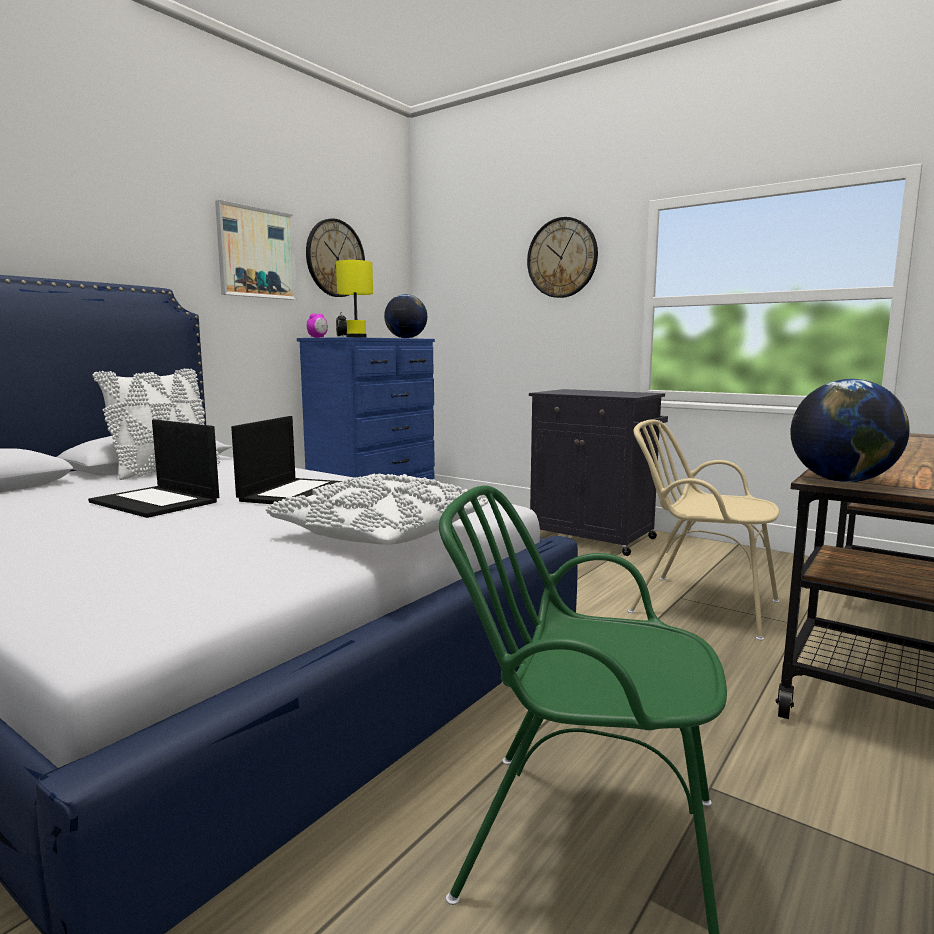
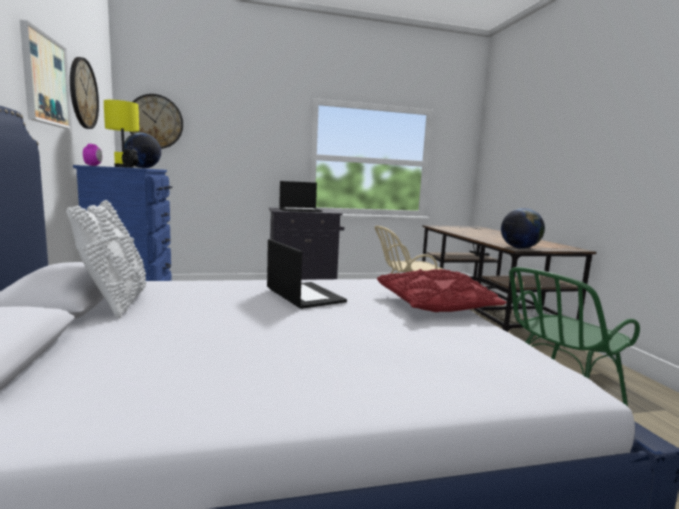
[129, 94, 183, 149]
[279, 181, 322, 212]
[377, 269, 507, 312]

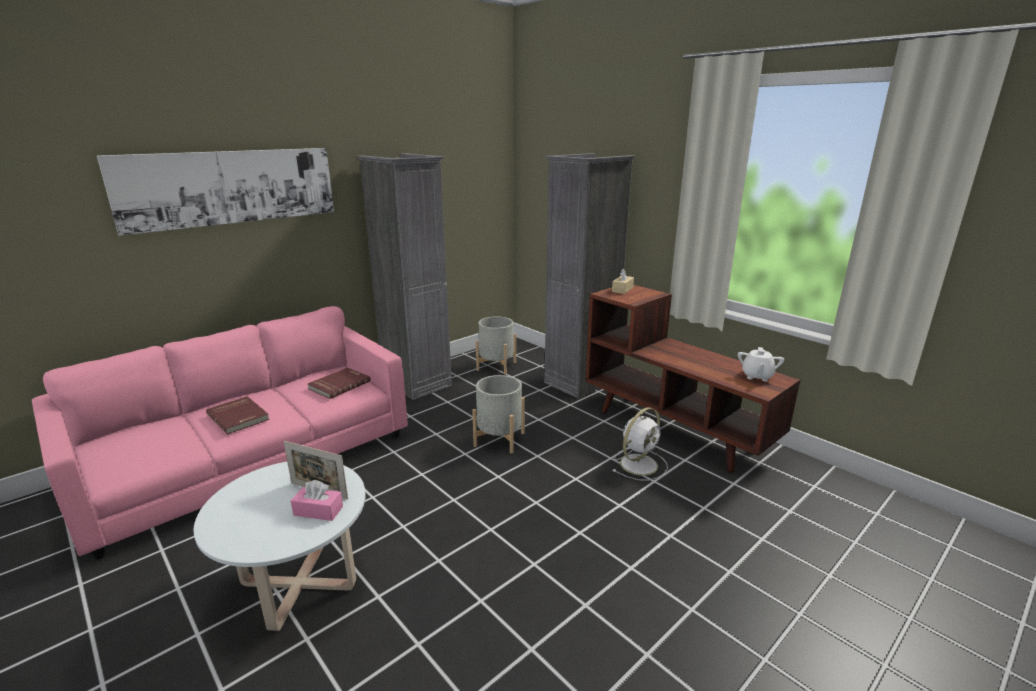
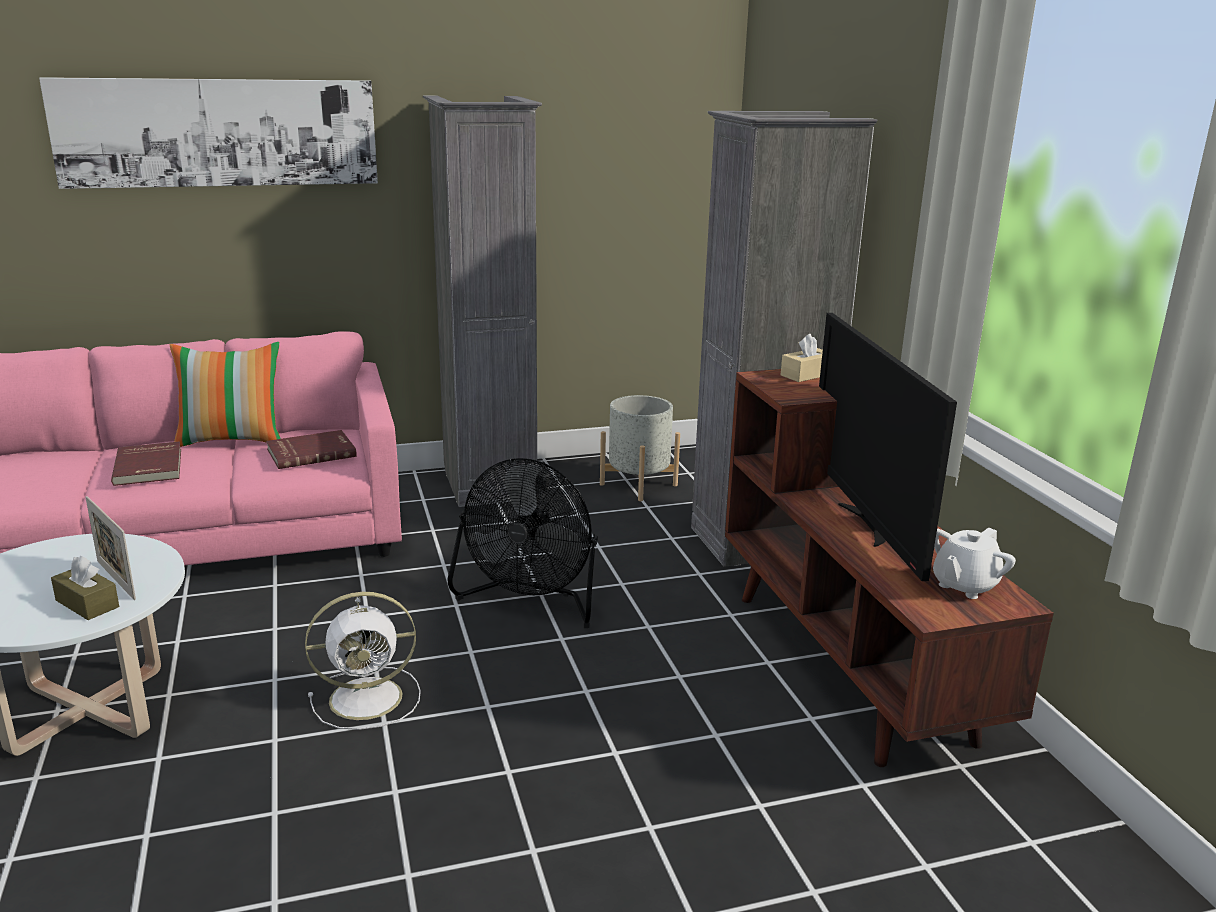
[51, 556, 119, 620]
[170, 342, 281, 447]
[305, 592, 421, 730]
[448, 458, 598, 628]
[819, 313, 957, 581]

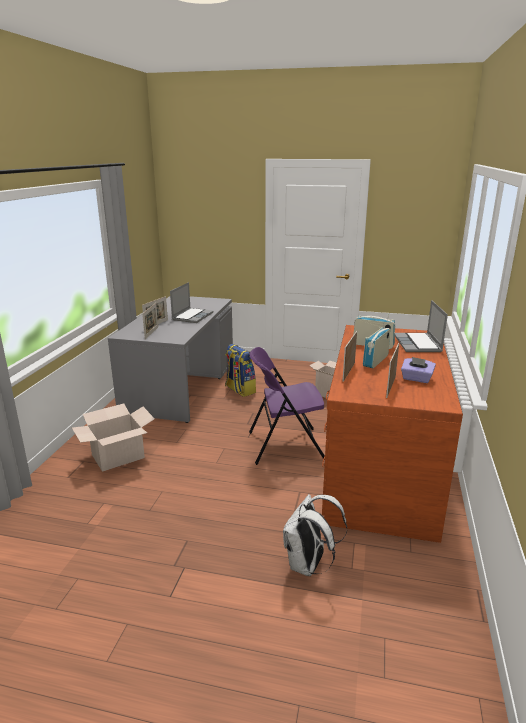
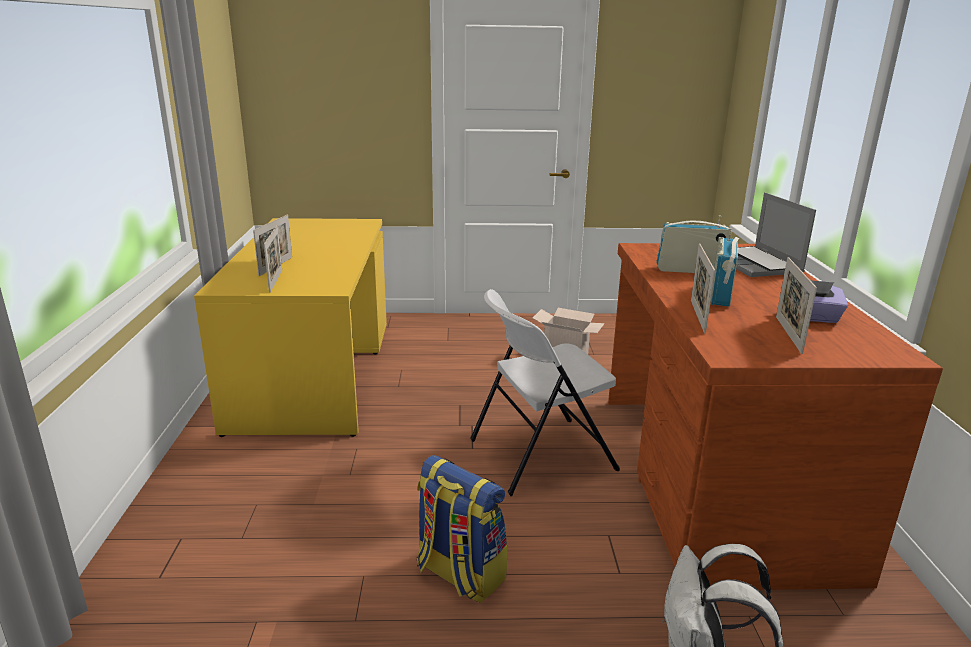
[194, 218, 387, 437]
[417, 455, 507, 603]
[470, 289, 620, 496]
[72, 404, 155, 472] (first image)
[170, 282, 214, 323] (first image)

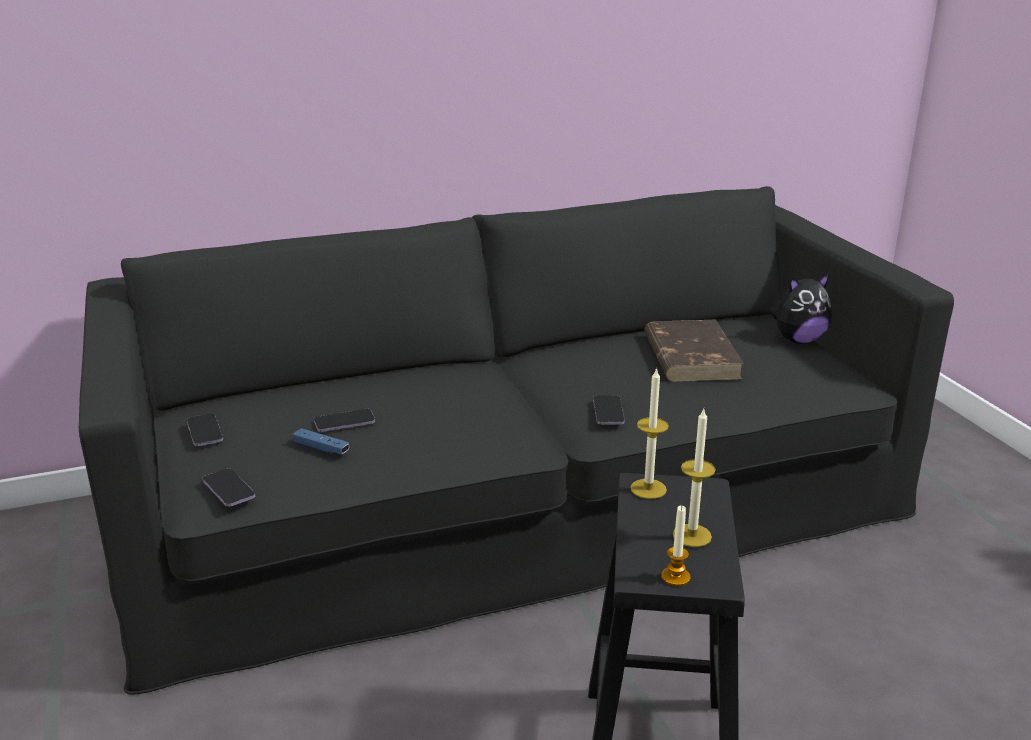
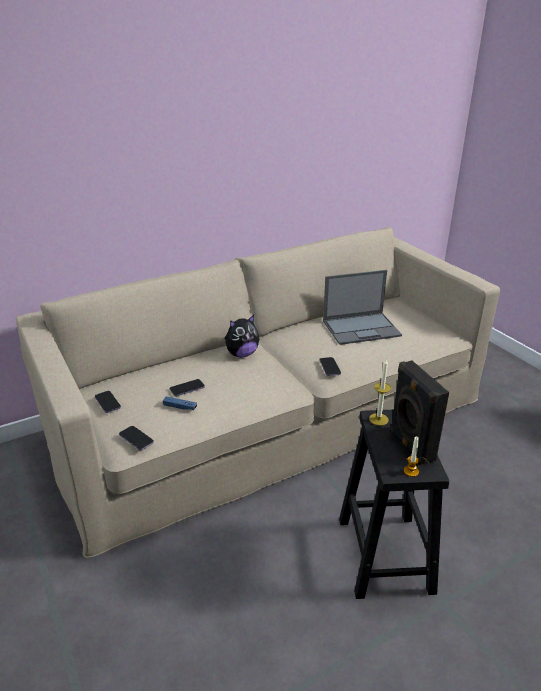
[16, 227, 500, 558]
[225, 315, 259, 357]
[323, 270, 402, 345]
[390, 361, 449, 465]

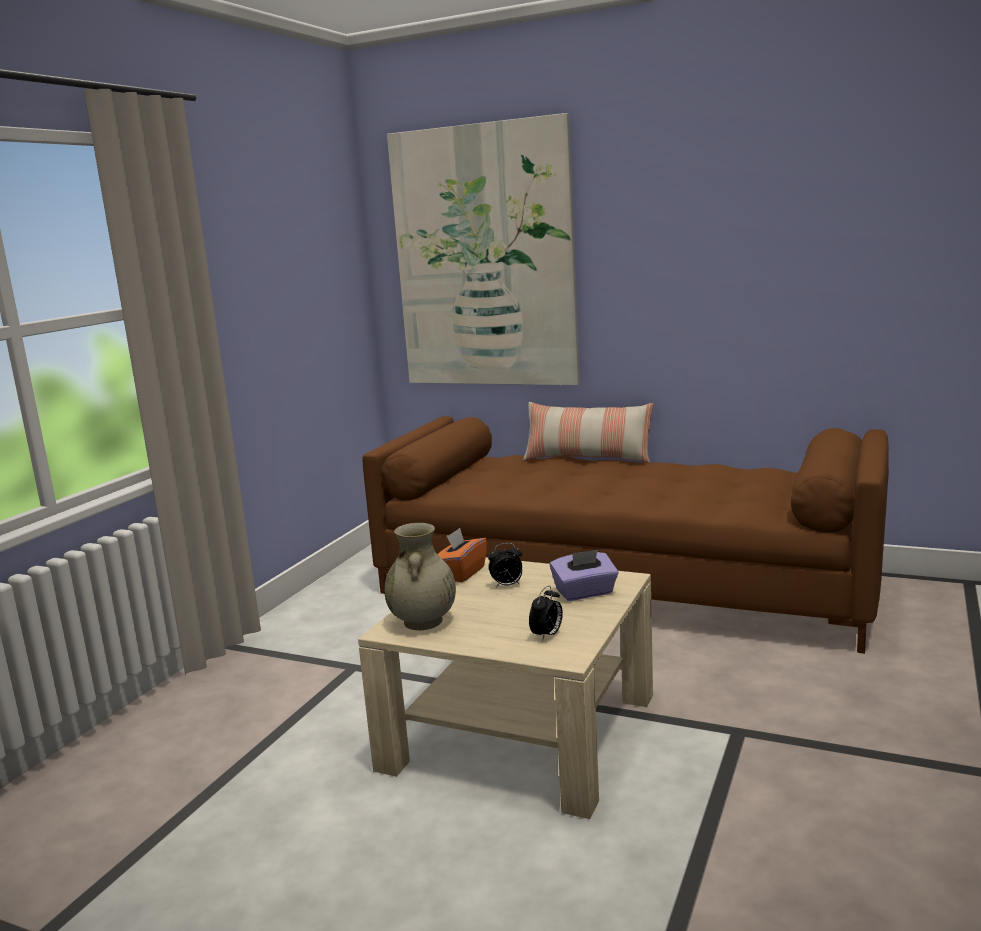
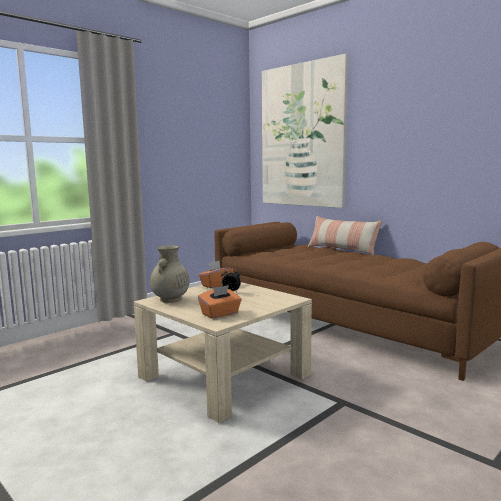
[198, 285, 242, 319]
[550, 550, 618, 601] (first image)

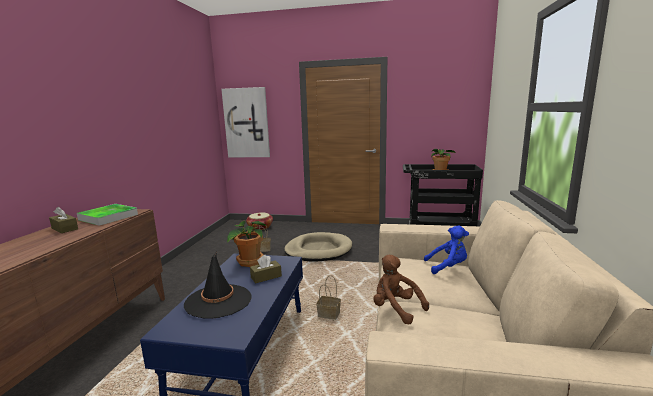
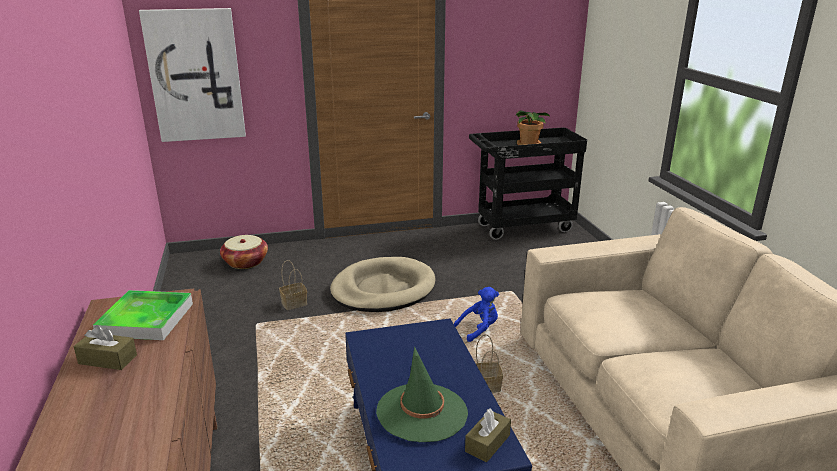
[376, 346, 468, 442]
[454, 287, 499, 342]
[465, 409, 511, 462]
[227, 220, 266, 267] (first image)
[373, 255, 429, 324] (first image)

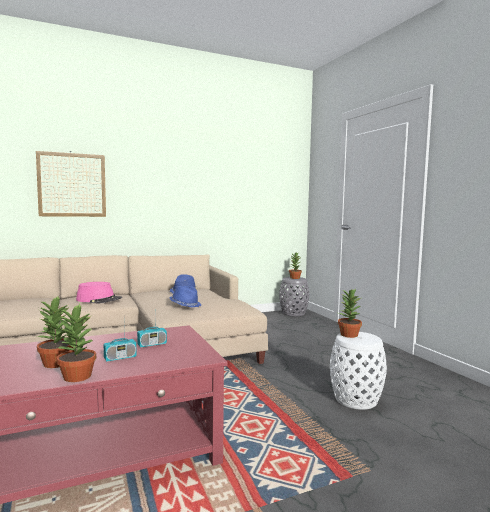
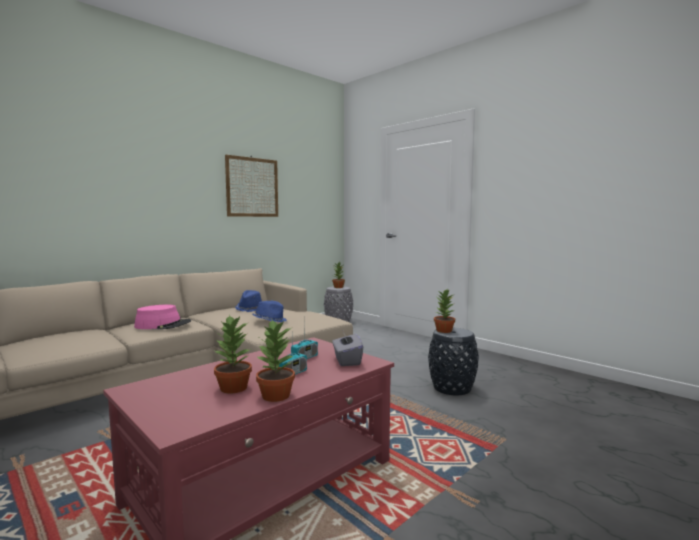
[225, 155, 278, 217]
[332, 334, 363, 366]
[428, 328, 479, 395]

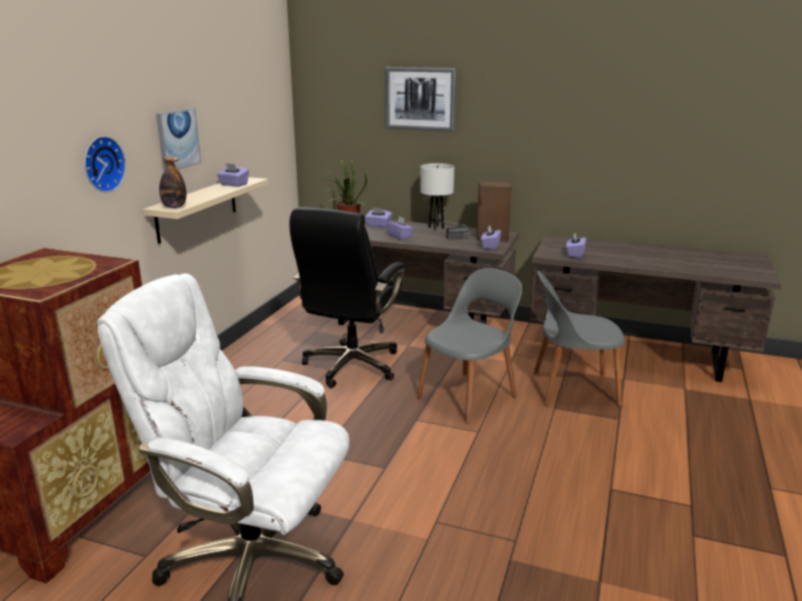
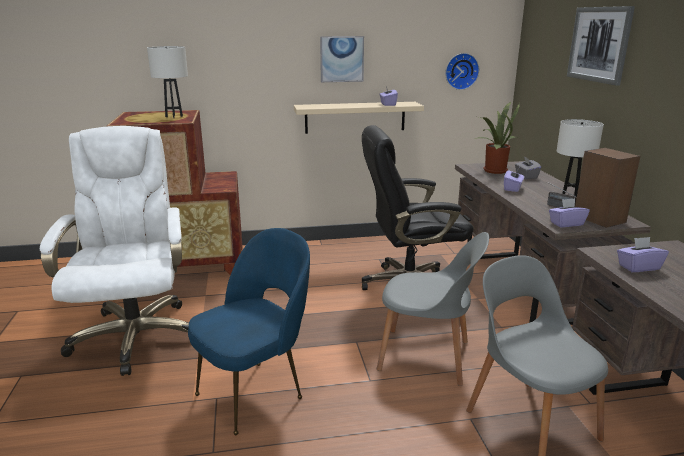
[147, 46, 188, 118]
[188, 228, 310, 435]
[445, 53, 479, 90]
[515, 156, 541, 179]
[159, 156, 186, 208] (first image)

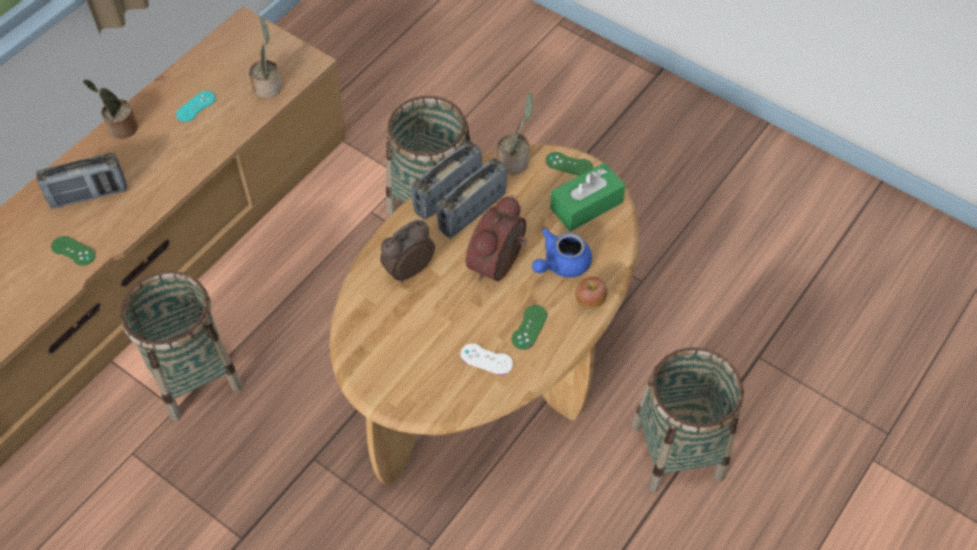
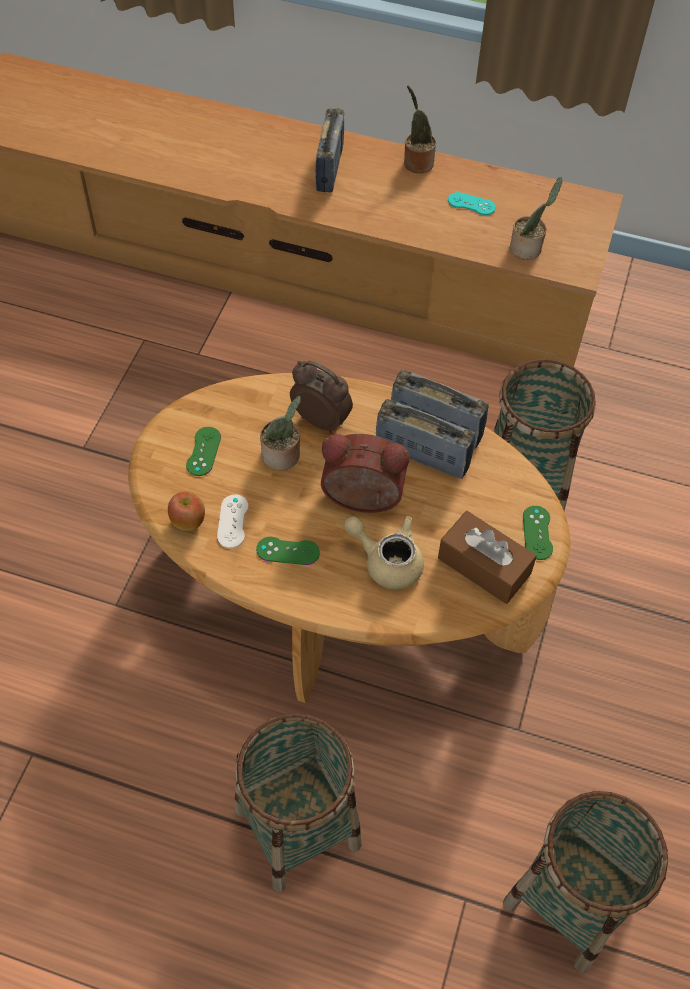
[168, 491, 205, 531]
[186, 427, 221, 476]
[260, 396, 301, 471]
[315, 108, 344, 192]
[344, 516, 424, 589]
[438, 511, 537, 604]
[503, 791, 669, 973]

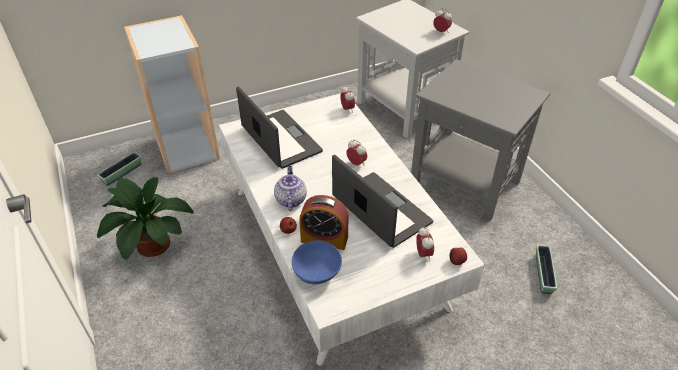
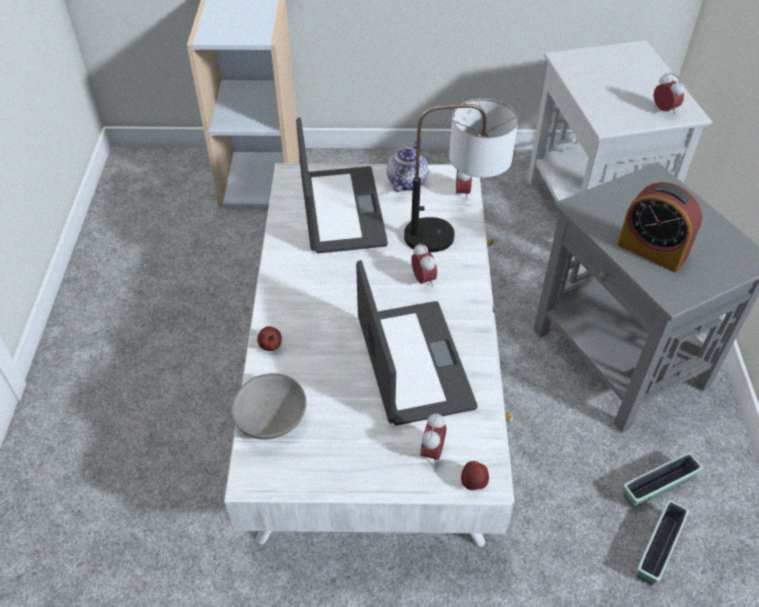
[232, 373, 306, 440]
[387, 139, 428, 192]
[404, 99, 518, 252]
[617, 182, 702, 273]
[623, 452, 703, 508]
[97, 177, 194, 260] (first image)

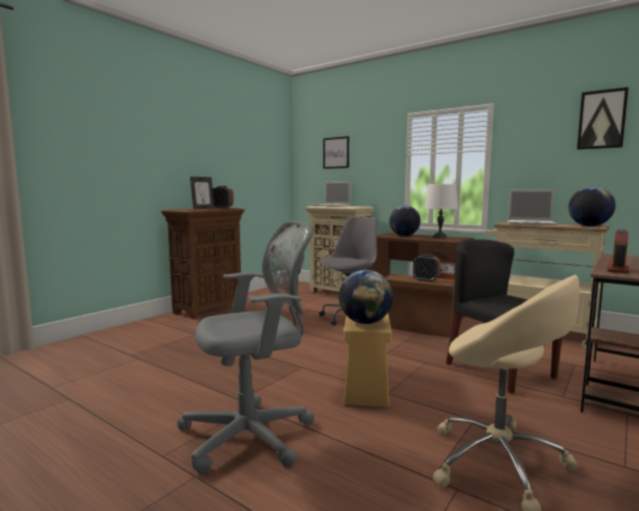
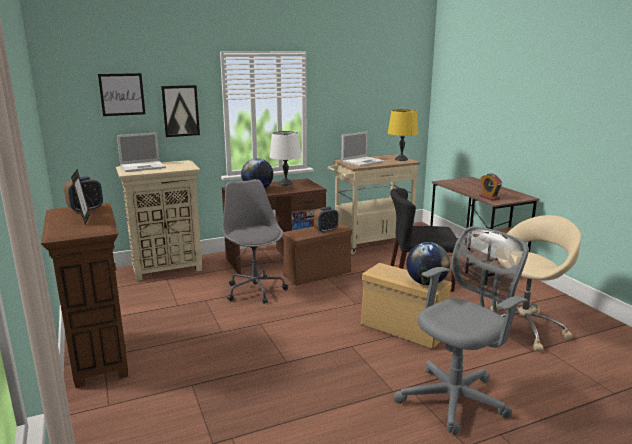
[161, 85, 200, 137]
[388, 109, 418, 161]
[394, 226, 529, 435]

